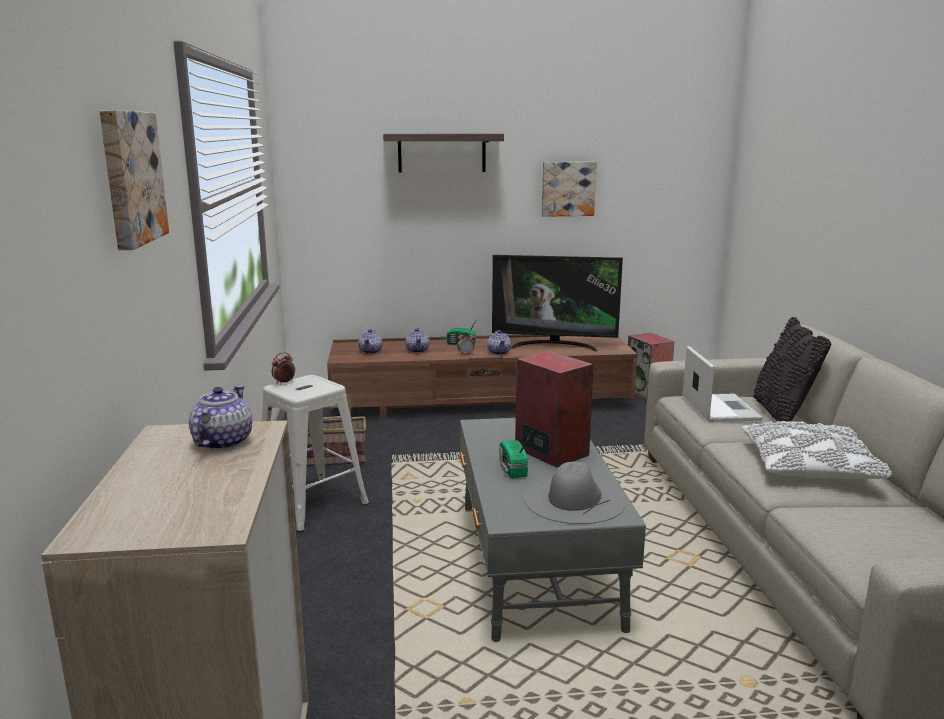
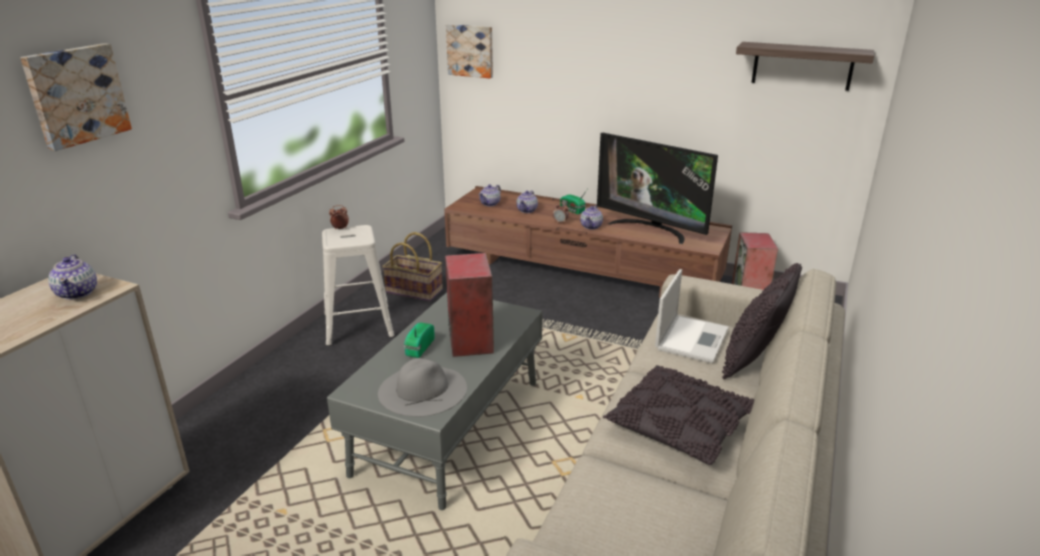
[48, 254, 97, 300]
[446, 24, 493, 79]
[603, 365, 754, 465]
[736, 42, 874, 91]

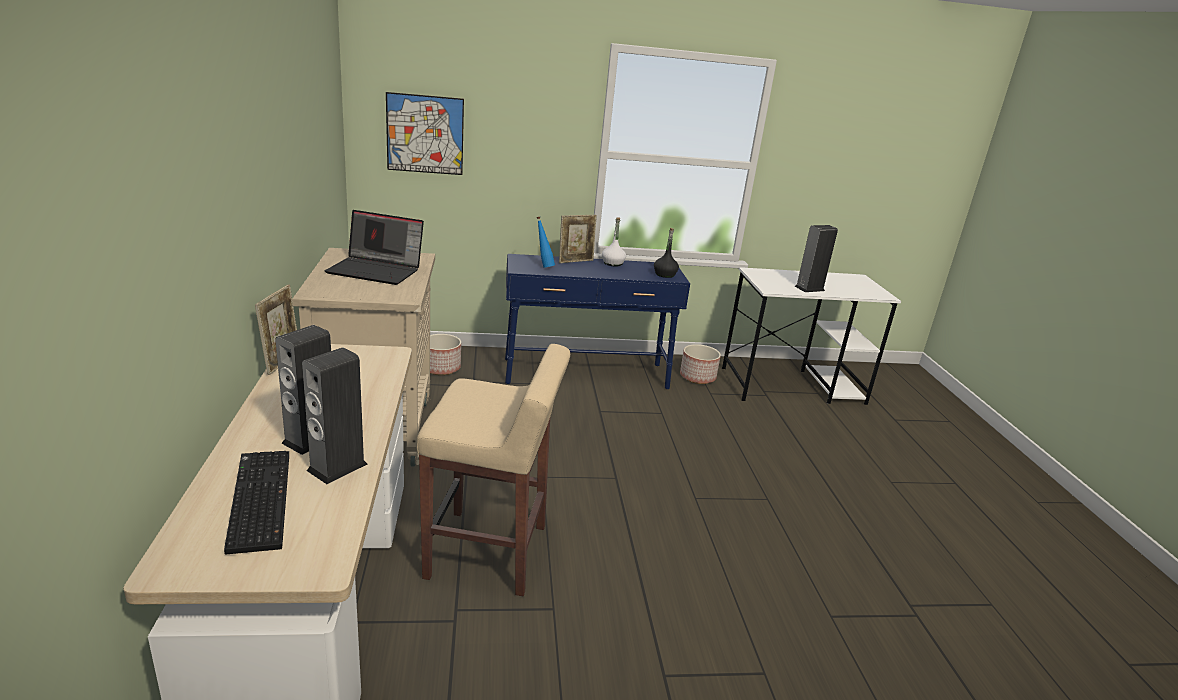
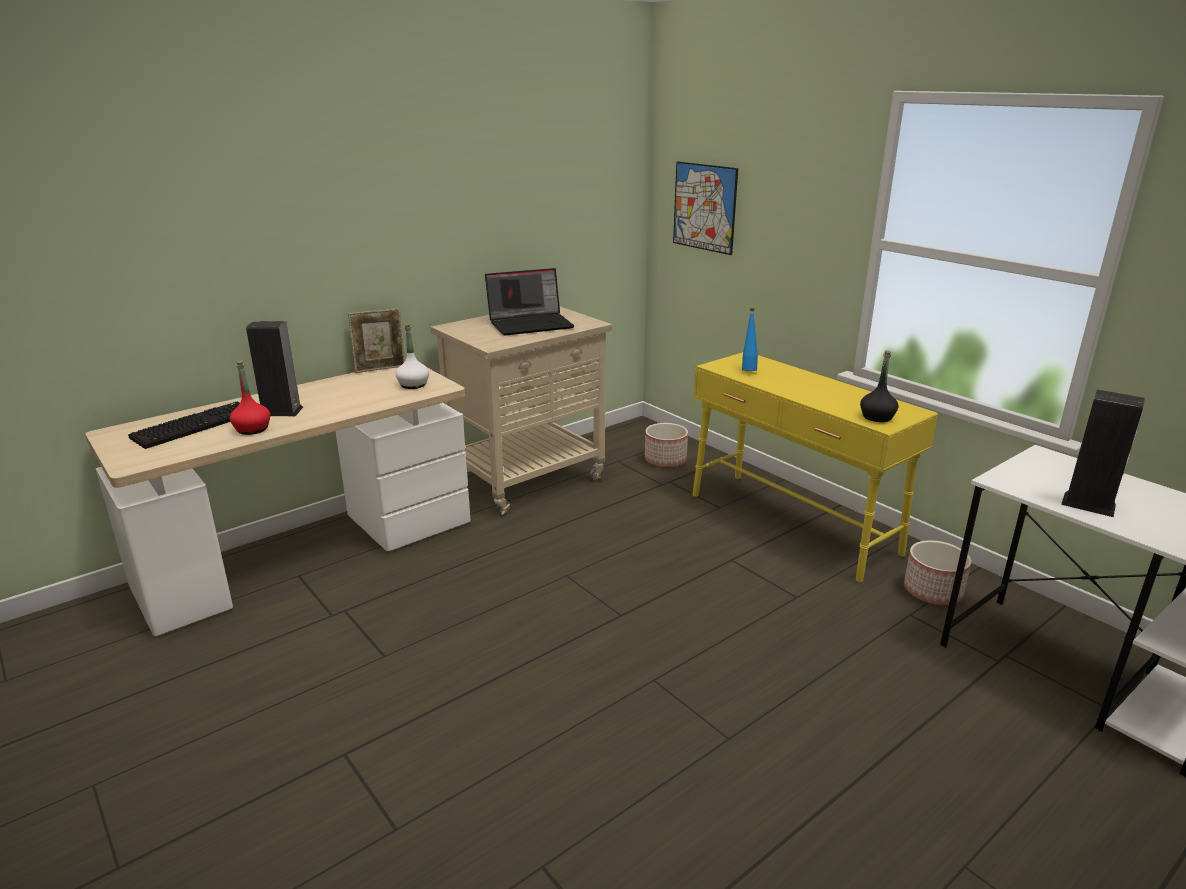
[230, 360, 270, 435]
[396, 323, 429, 389]
[485, 268, 574, 336]
[693, 352, 938, 582]
[416, 344, 570, 596] (first image)
[559, 215, 597, 263] (first image)

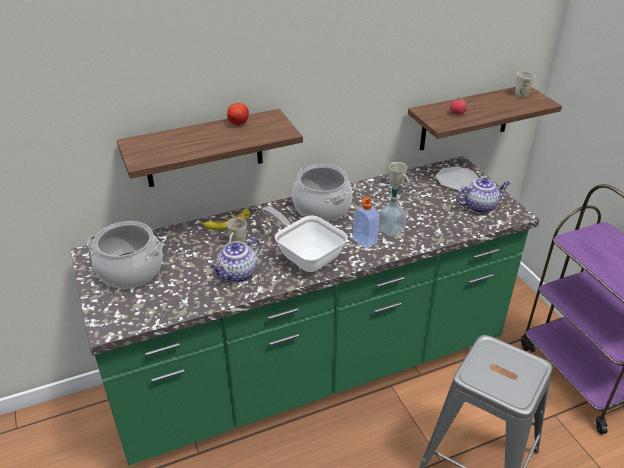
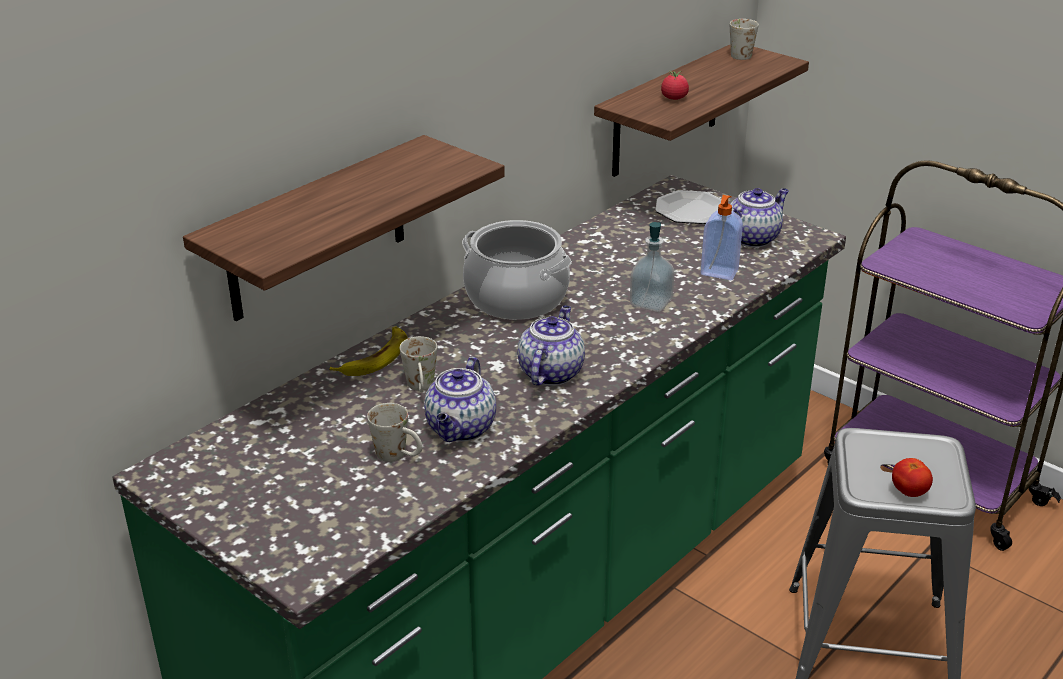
[367, 403, 423, 462]
[517, 305, 585, 386]
[701, 195, 743, 280]
[892, 458, 933, 497]
[87, 221, 163, 289] (first image)

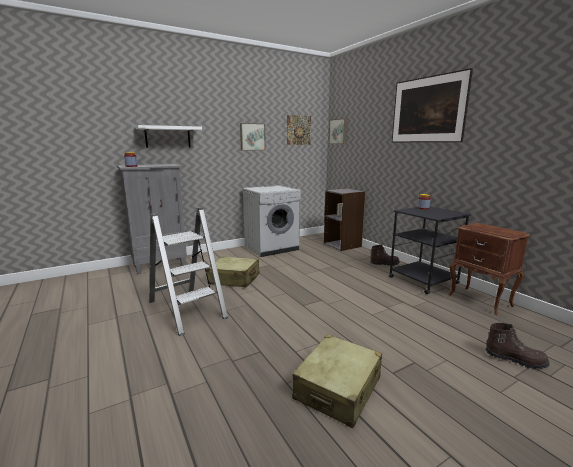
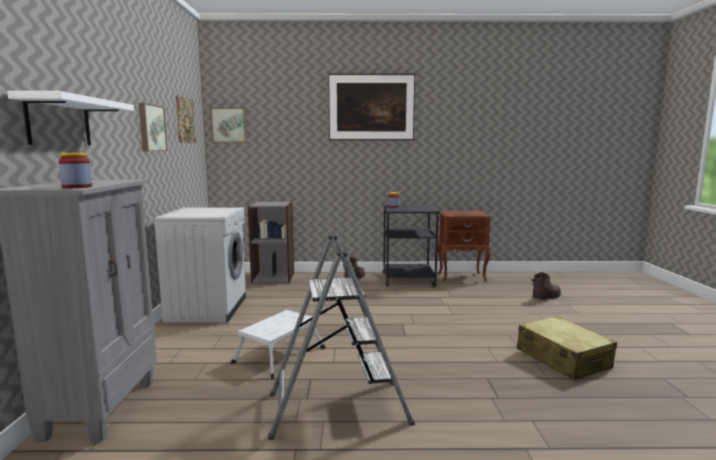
[230, 310, 326, 380]

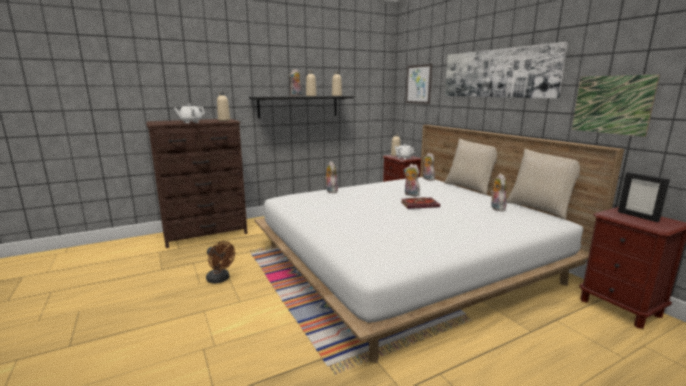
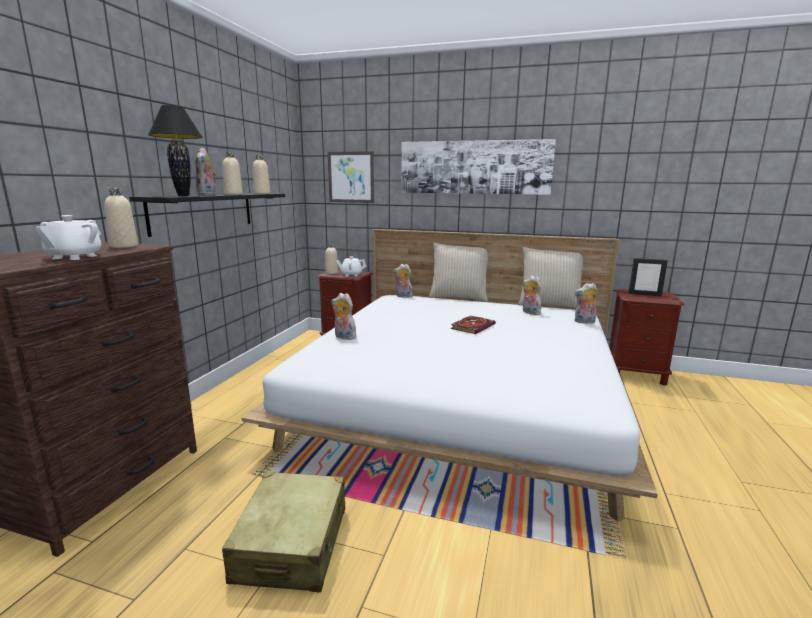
[148, 105, 203, 196]
[222, 472, 345, 592]
[574, 283, 597, 324]
[572, 74, 660, 137] (first image)

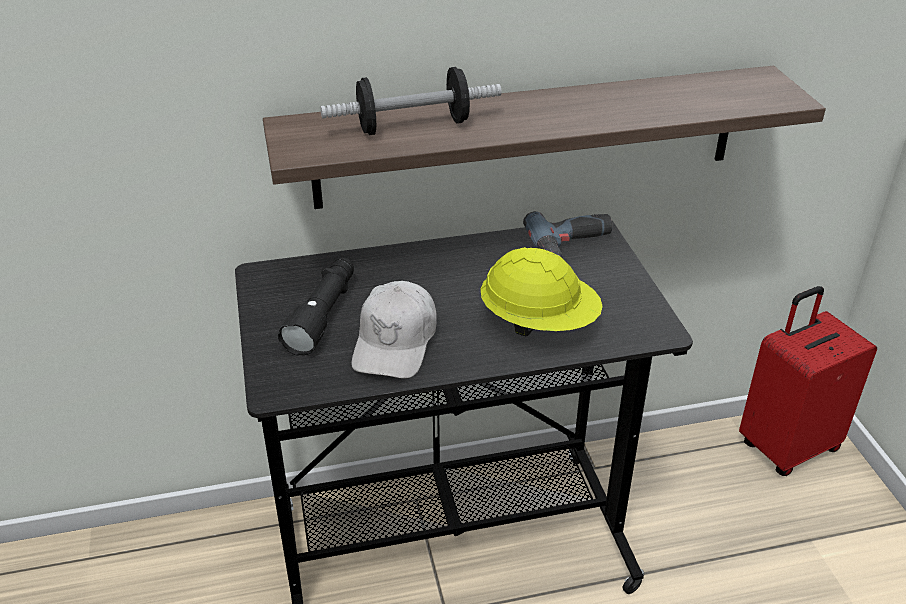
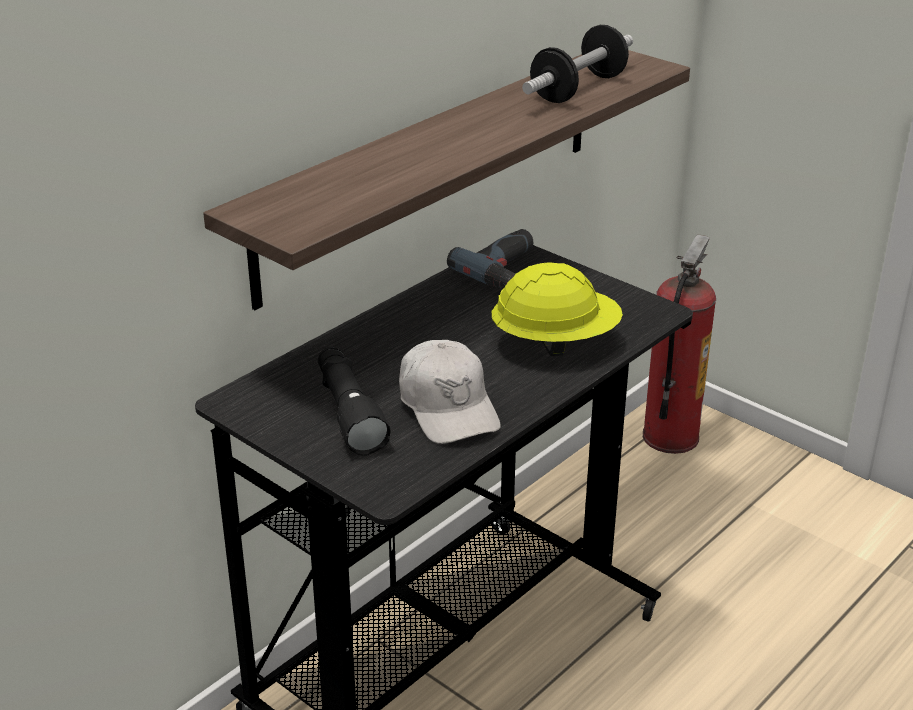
[522, 25, 633, 103]
[643, 235, 716, 454]

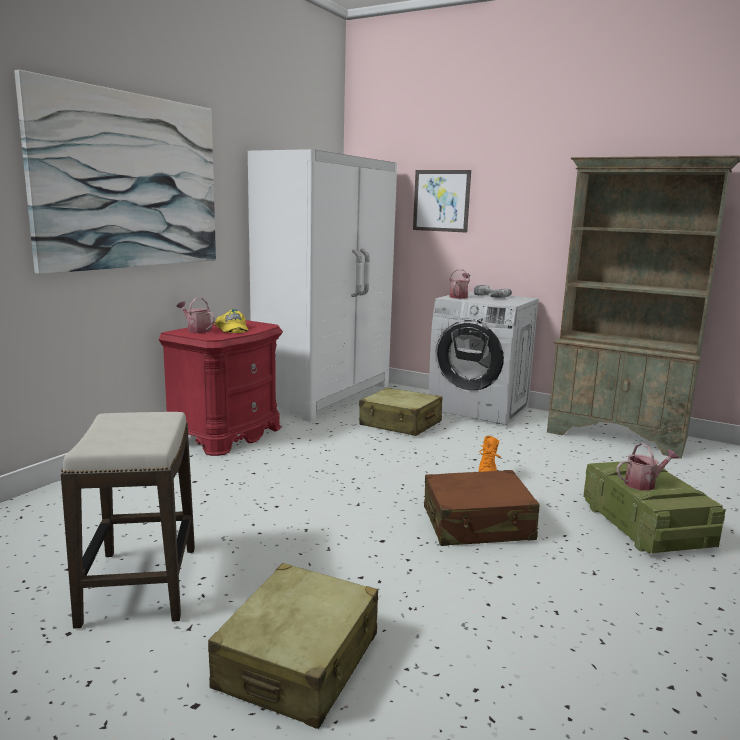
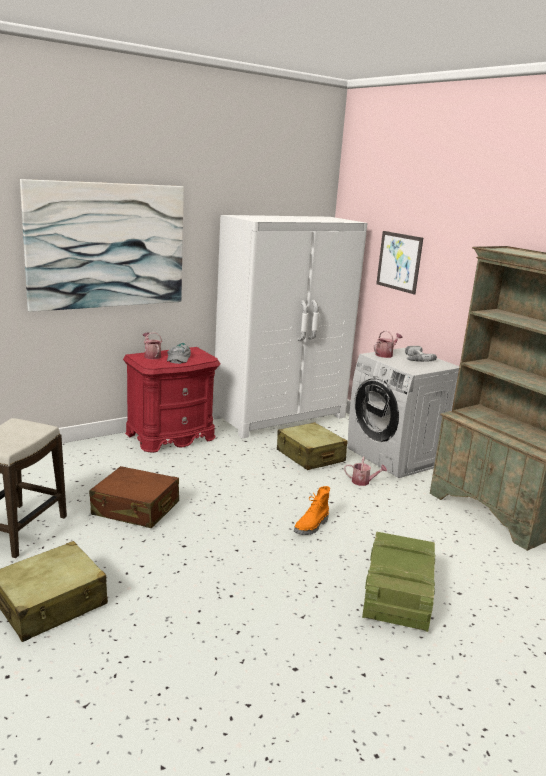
[89, 466, 179, 528]
[167, 343, 191, 364]
[344, 457, 387, 486]

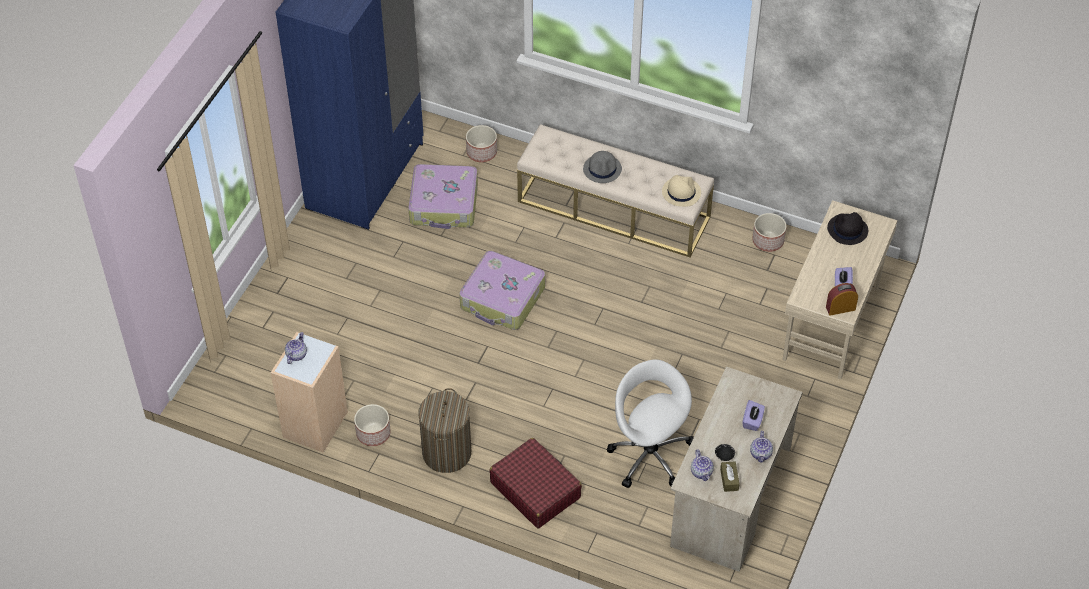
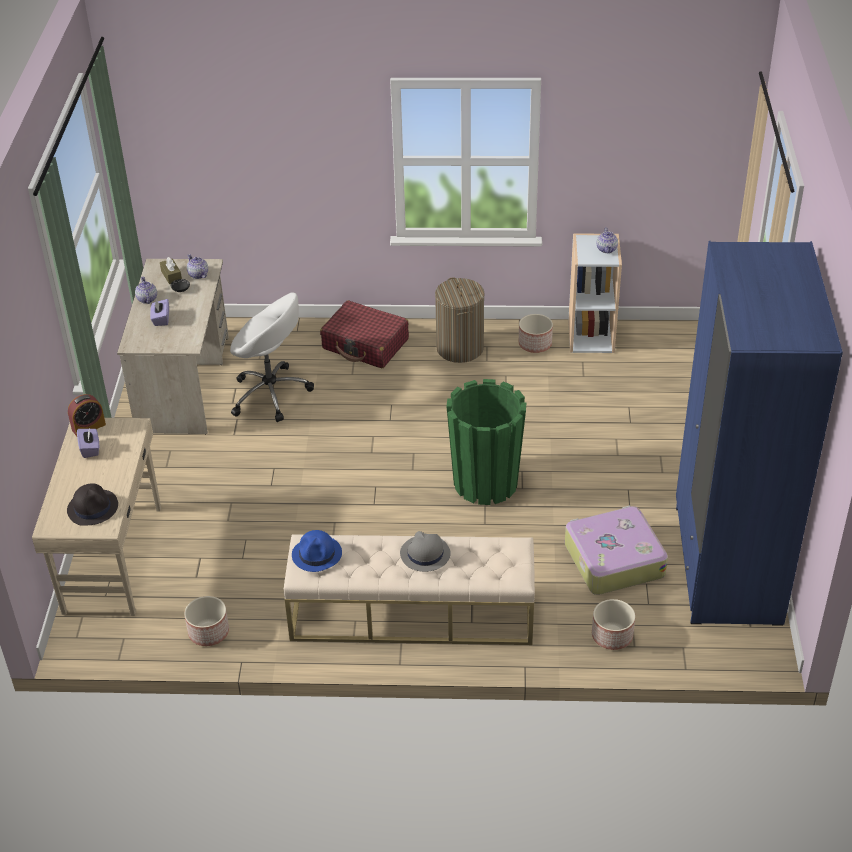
[292, 530, 342, 572]
[446, 379, 526, 505]

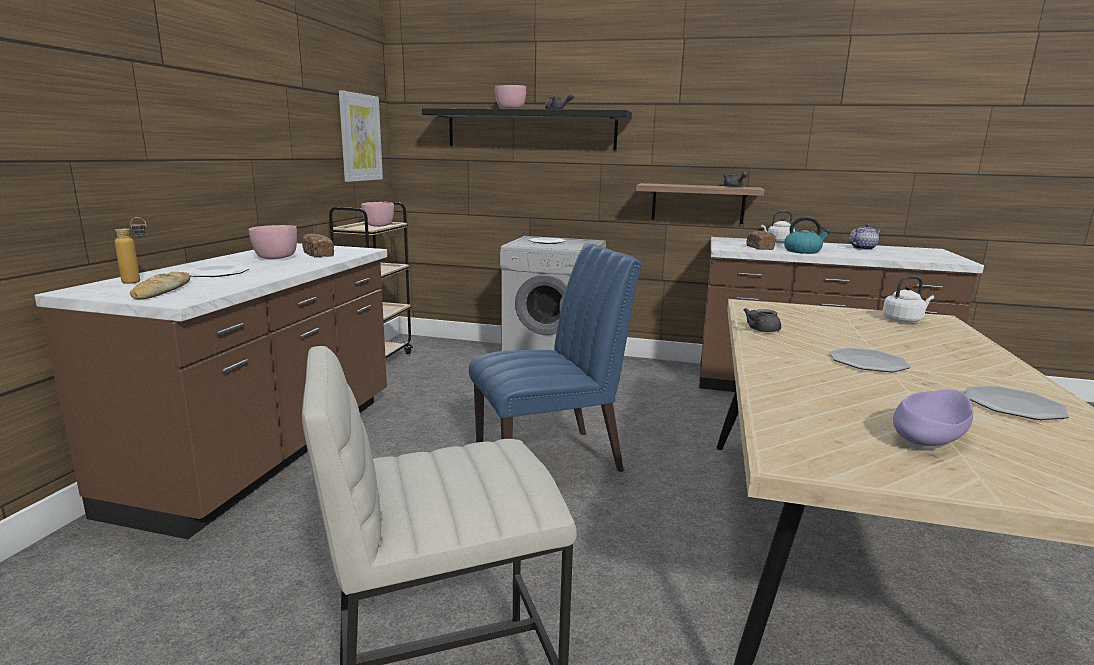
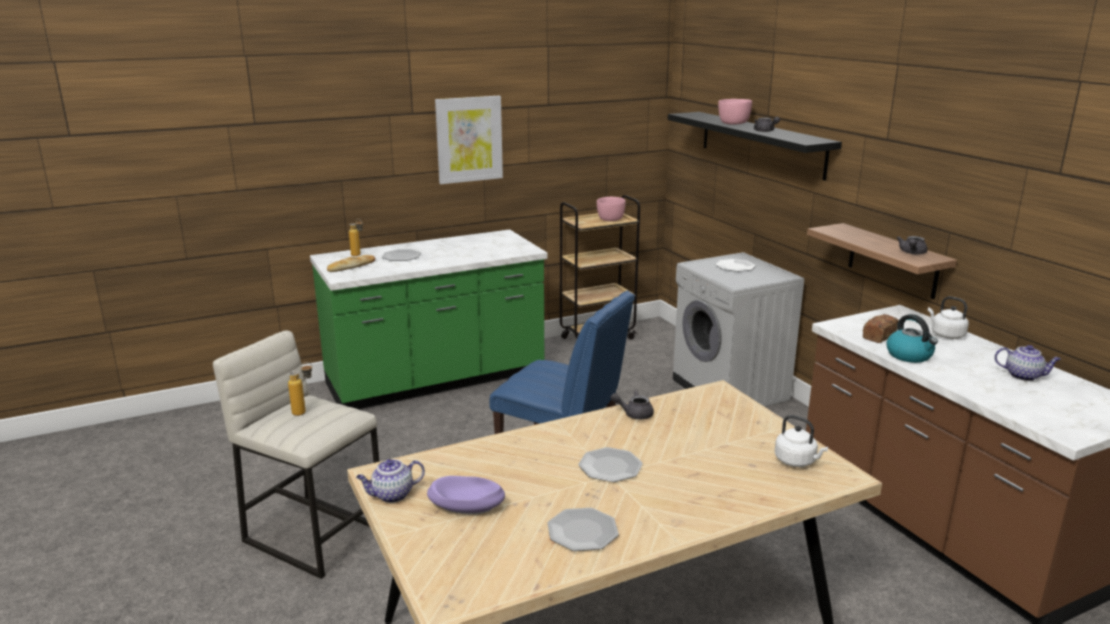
[288, 362, 313, 416]
[310, 229, 547, 409]
[356, 459, 425, 503]
[435, 96, 503, 184]
[249, 225, 297, 259] (first image)
[302, 233, 334, 257] (first image)

